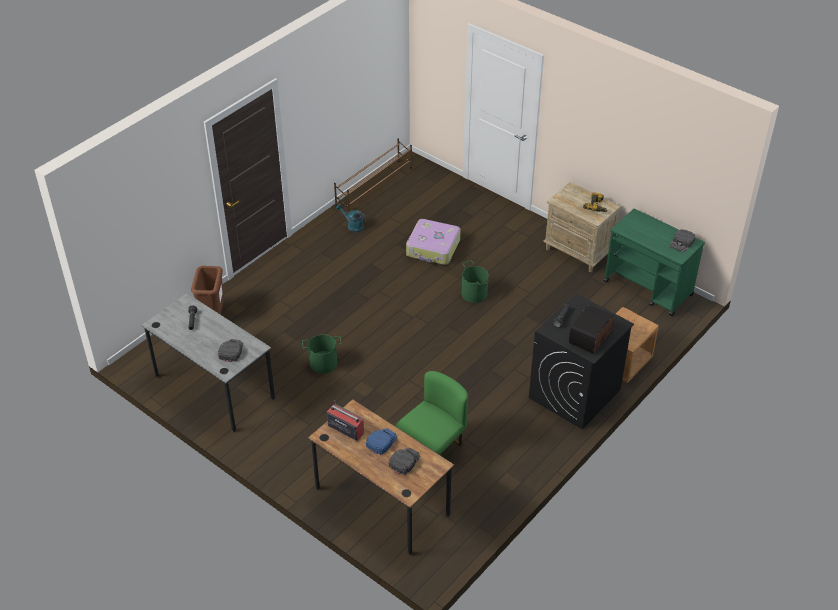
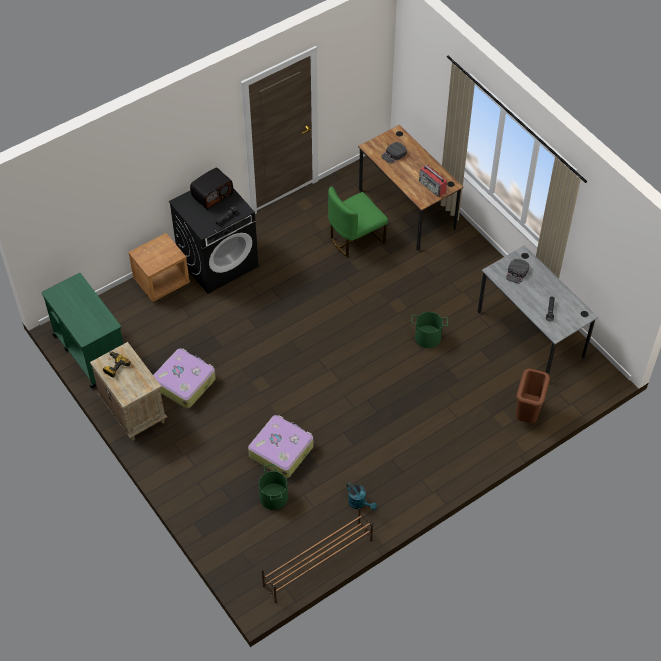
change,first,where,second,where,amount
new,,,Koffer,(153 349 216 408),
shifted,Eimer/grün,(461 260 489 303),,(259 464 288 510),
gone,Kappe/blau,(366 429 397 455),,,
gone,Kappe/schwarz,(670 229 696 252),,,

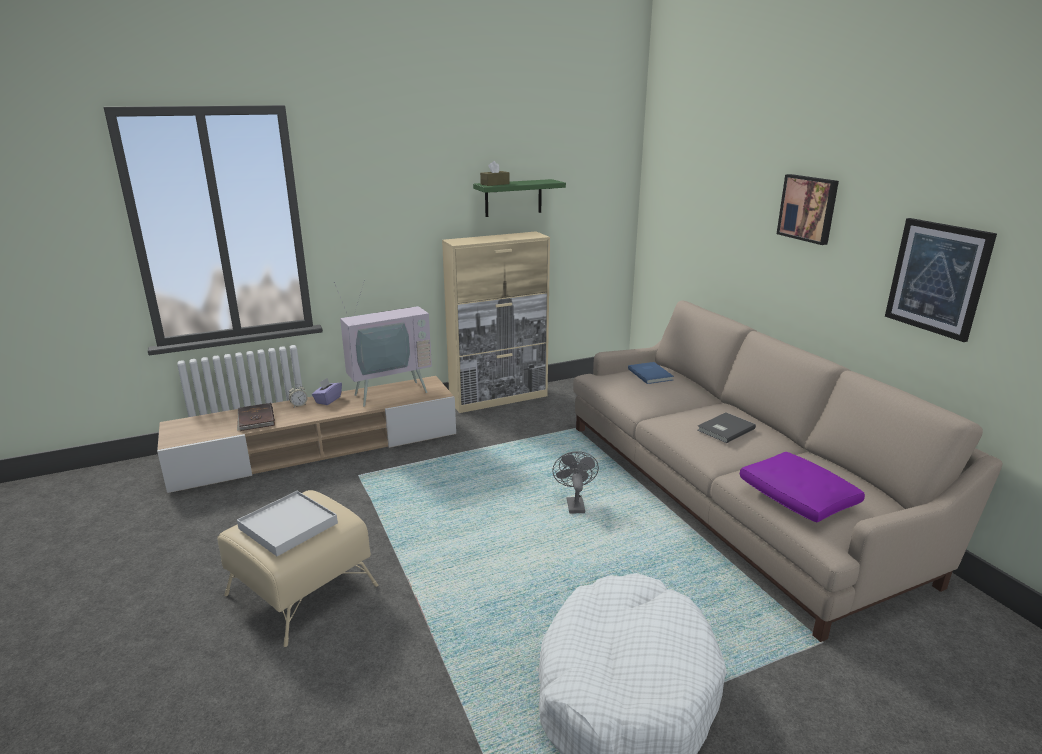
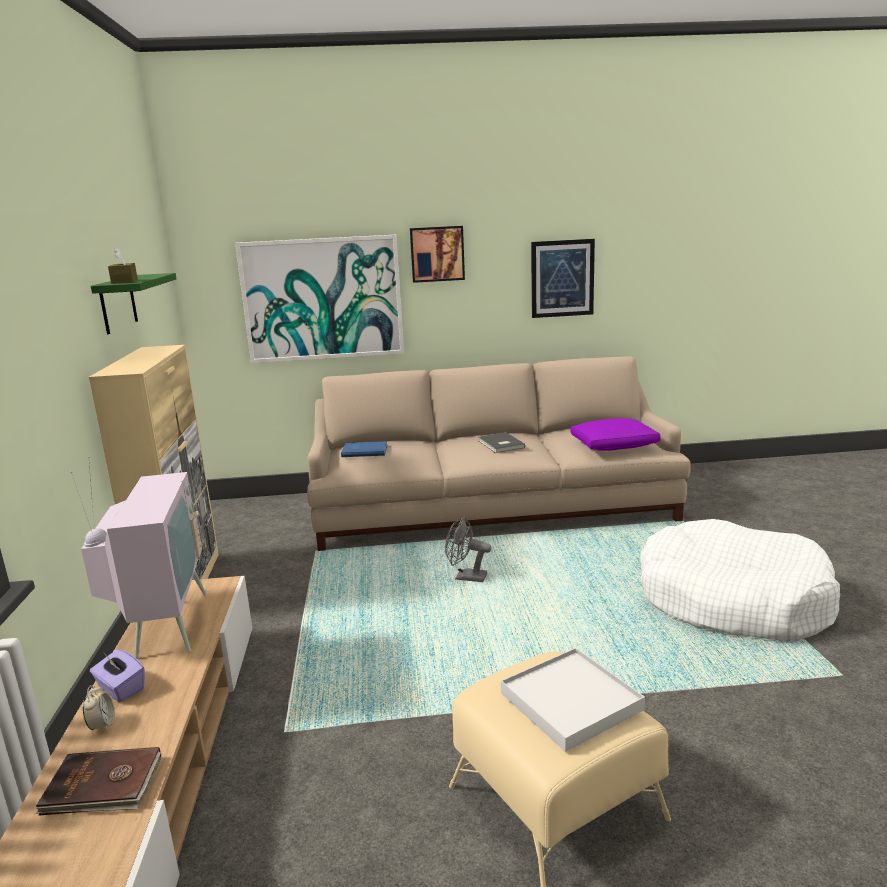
change,first,where,second,where,amount
new,,,Bild,(235 235 404 363),

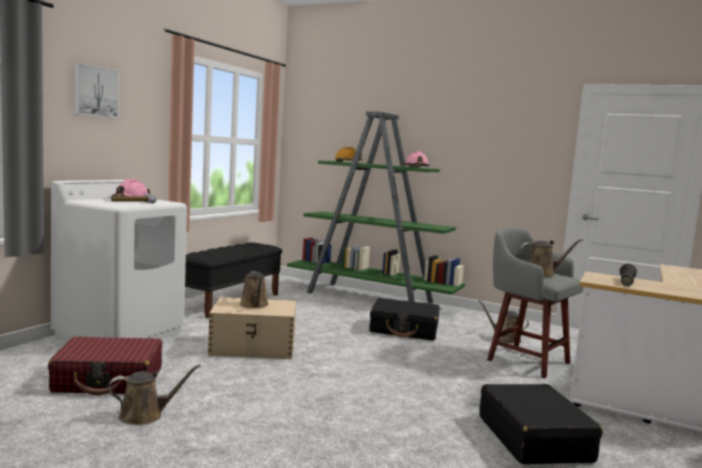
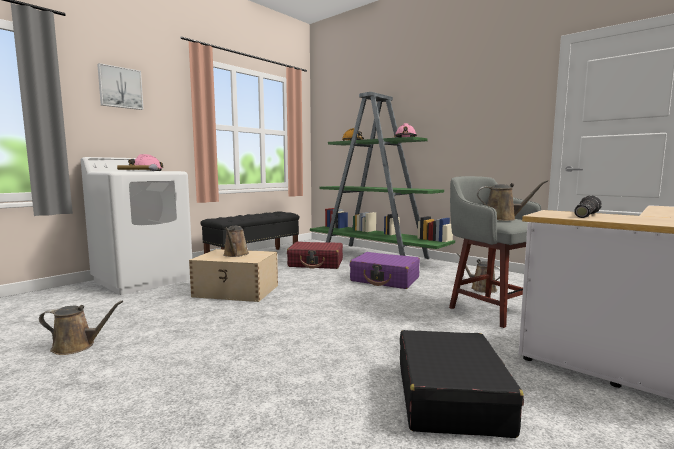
change,first,where,second,where,amount
shifted,Koffer/rot,(48 336 162 396),,(287 242 343 269),
repainted,Koffer/schwarz,(369 298 440 341),Koffer/lila,(350 252 420 289),

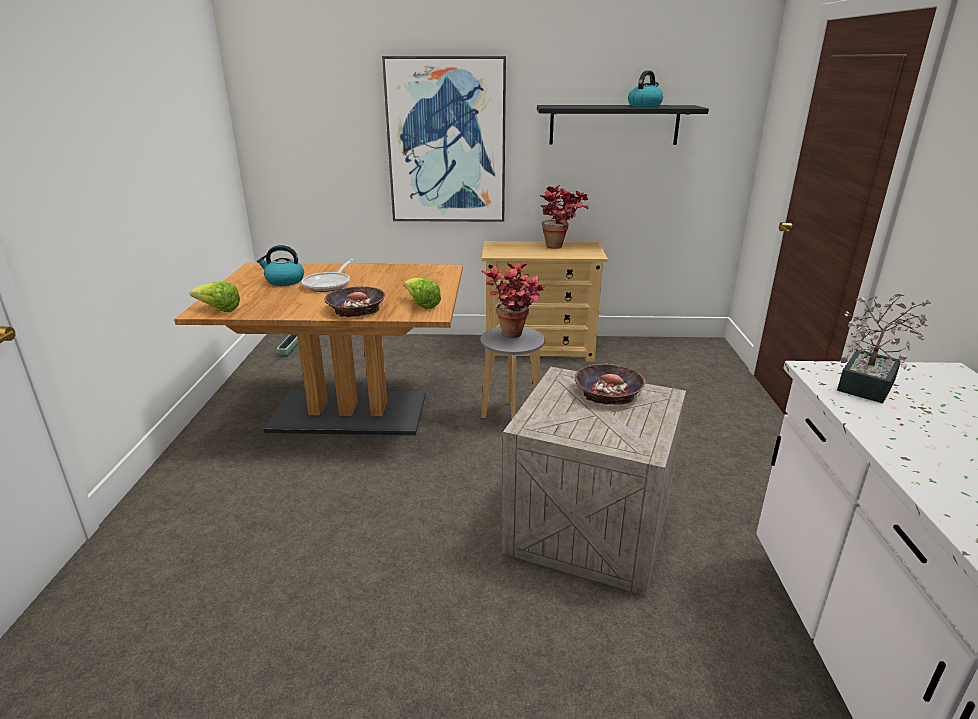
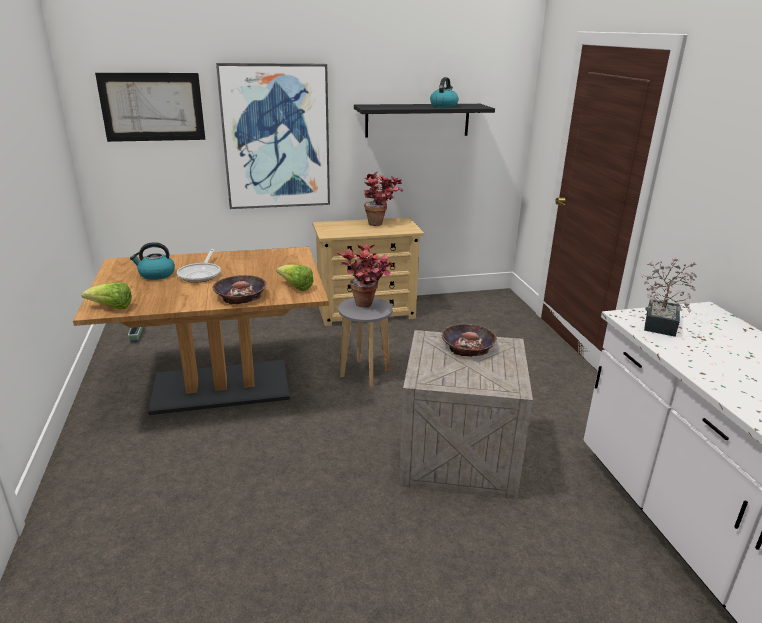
change,first,where,second,where,amount
new,,,Bild,(95 73 205 142),

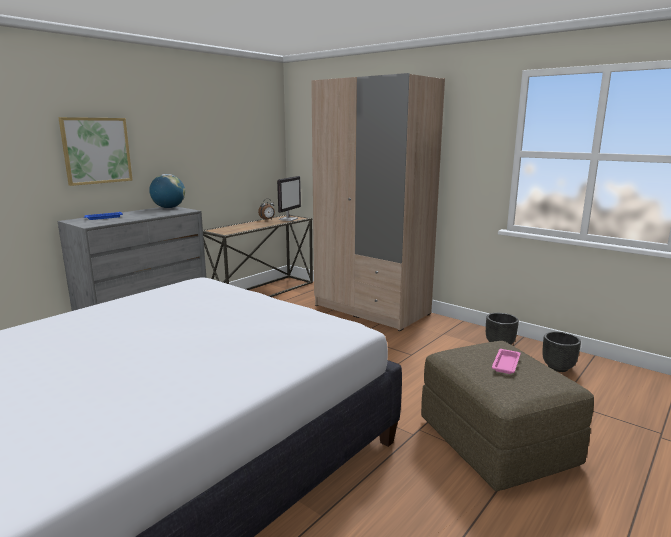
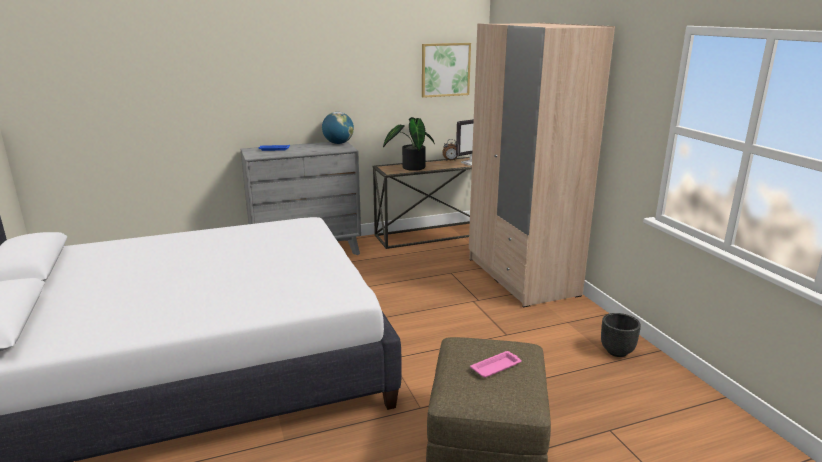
change,first,where,second,where,amount
new,,,Topfpflanze,(383 117 435 171),
shifted,Bild,(58 117 132 186),,(422 43 471 98),
gone,Pflanzkübel/schwarz,(542 332 581 372),,,

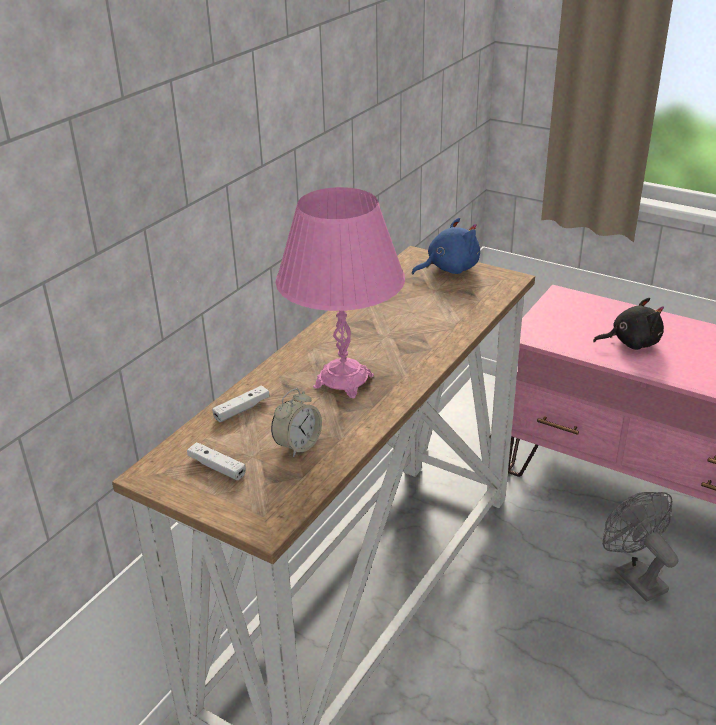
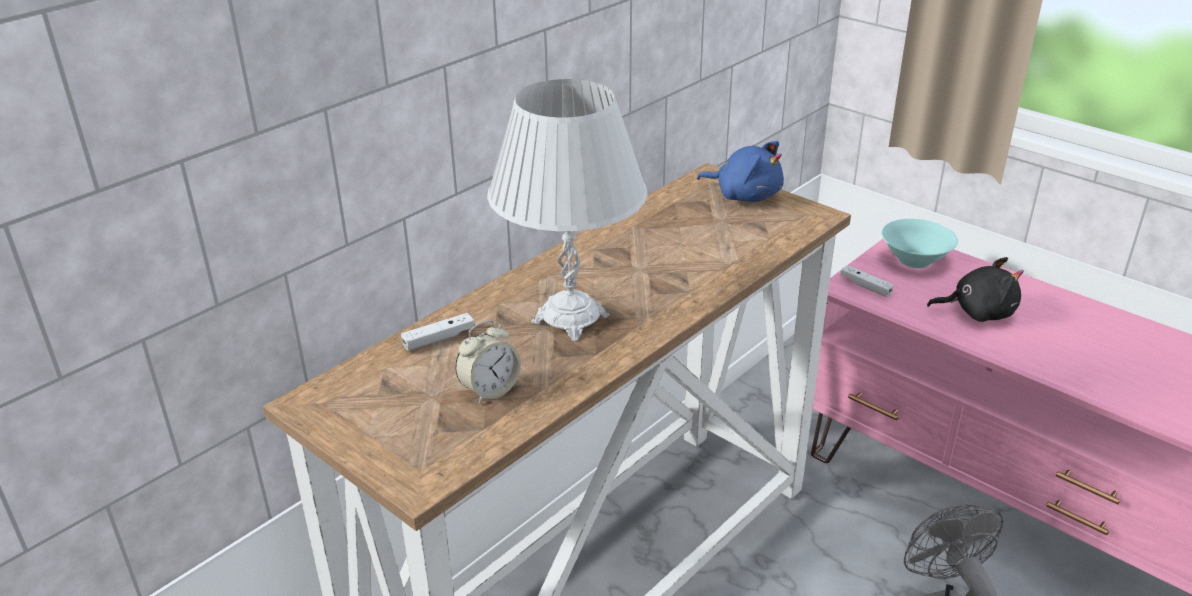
change,first,where,second,where,amount
repainted,Tischlampe/rosa,(275 187 405 399),Tischlampe/weiß,(487 79 648 341),
rotated,Plüschtier/blau,(412 218 480 275),,(697 141 784 202),45 degrees clockwise
shifted,Gamepad/weiß,(187 442 246 480),,(840 265 894 297),
new,,,Schüssel/türkis,(881 219 958 268),

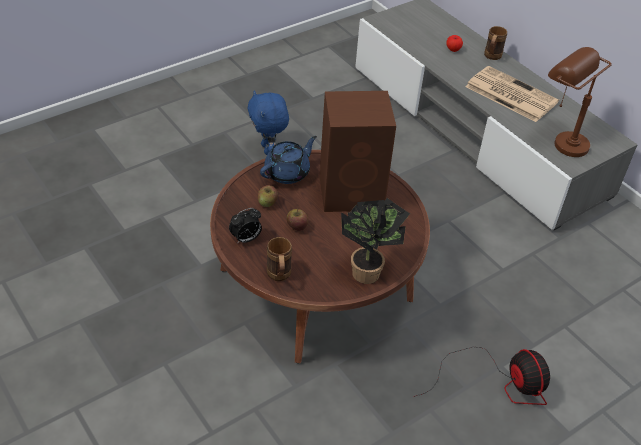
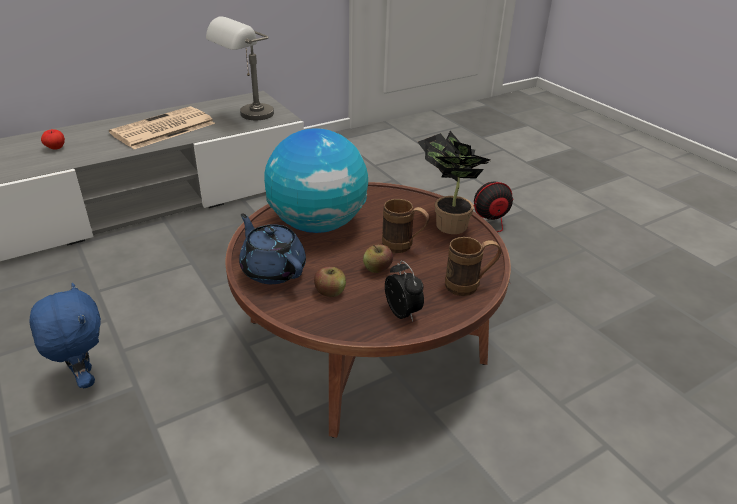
change,first,where,second,where,amount
rotated,Plüschtier/blau,(248 91 289 155),,(29 283 101 388),105 degrees counterclockwise
repainted,Tischlampe/braun,(548 47 612 157),Tischlampe/grau,(206 16 274 120),
swapped,Lautsprecher/braun,(319 91 396 212),Globus,(264 128 368 233),
shifted,Henkelbecher/braun,(484 26 507 60),,(382 199 430 253),

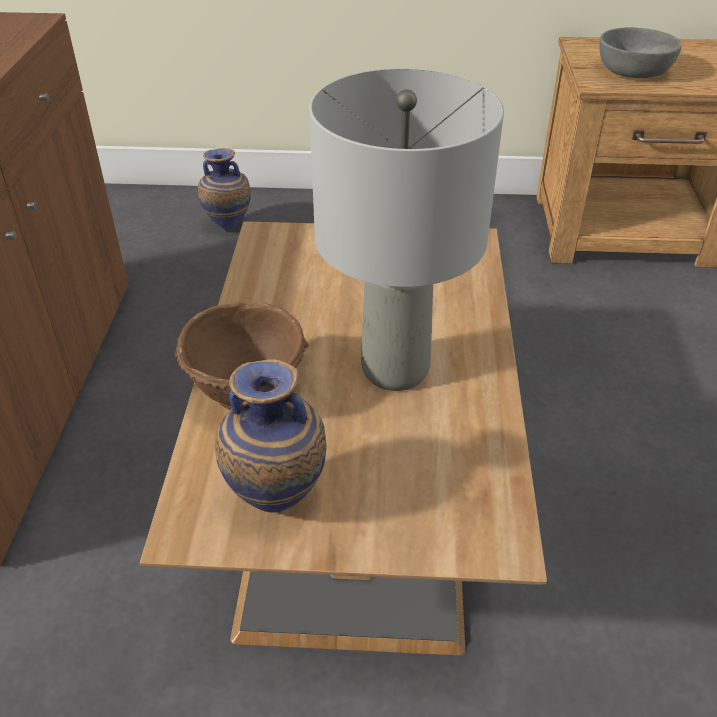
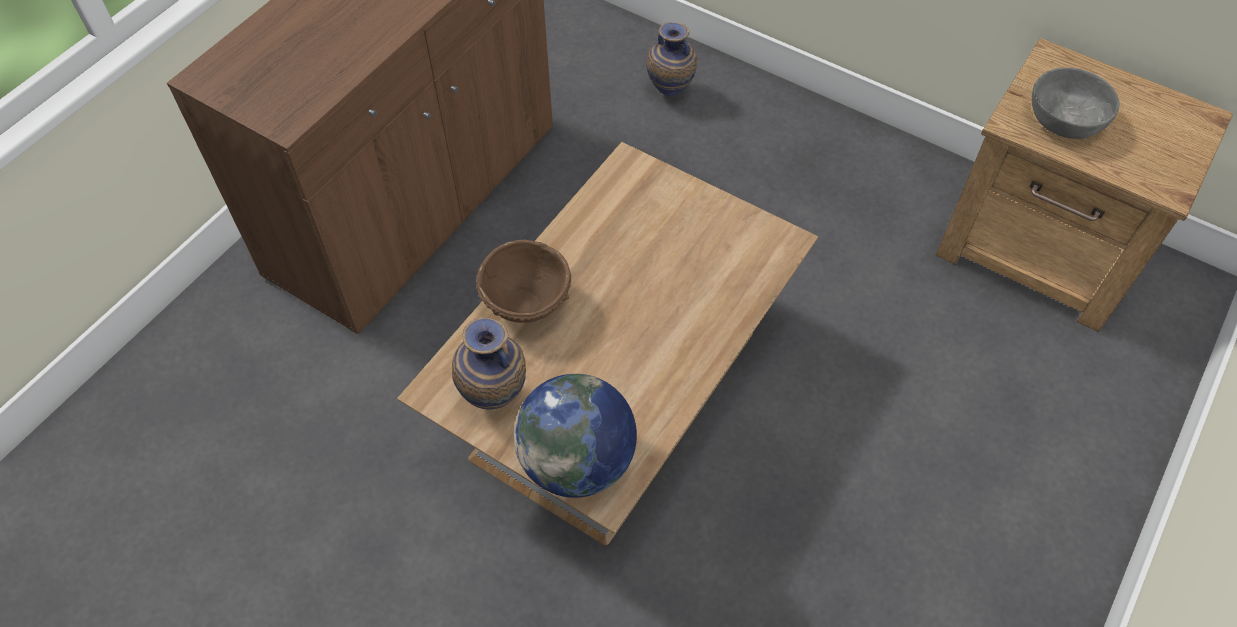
change,first,where,second,where,amount
new,,,Globus,(514 374 637 498),
gone,Tischlampe/grau,(309 68 504 391),,,

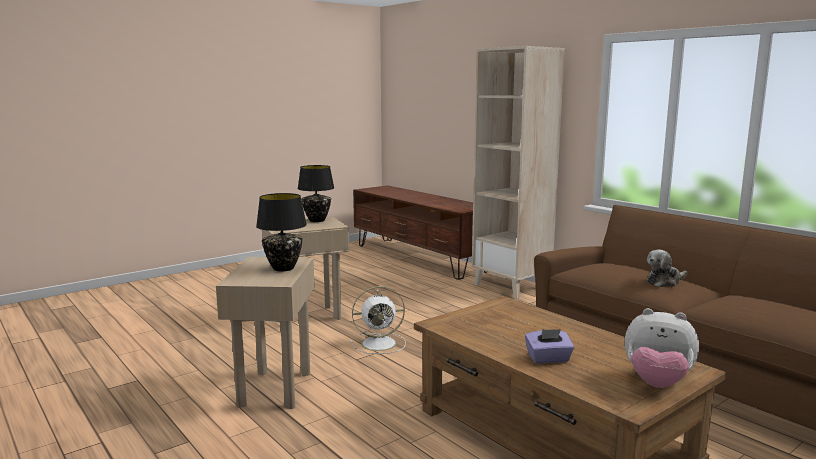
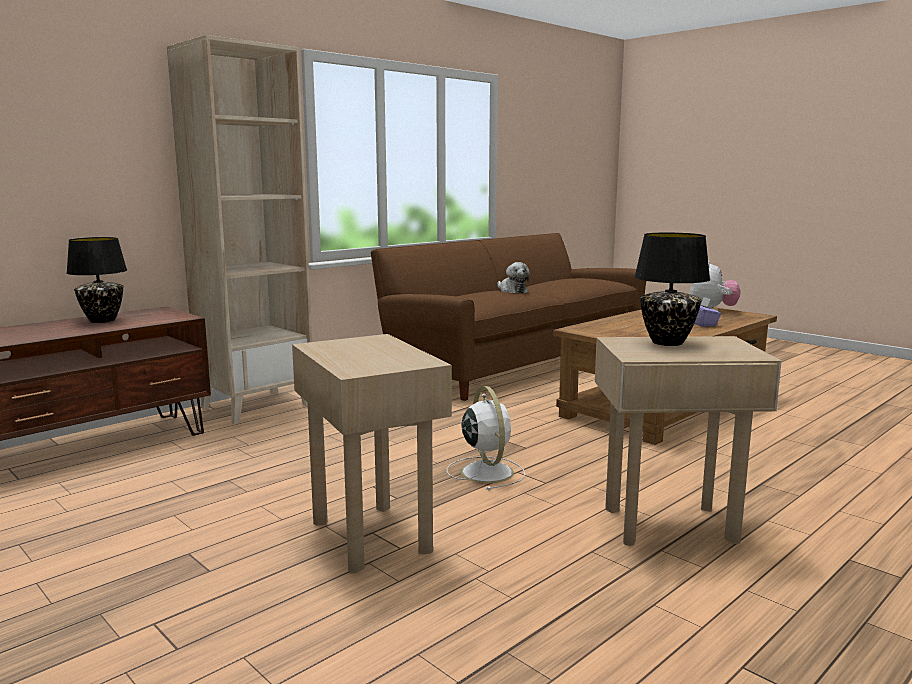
change,first,where,second,where,amount
shifted,Tischlampe/schwarz,(298 165 334 222),,(66 237 127 323),

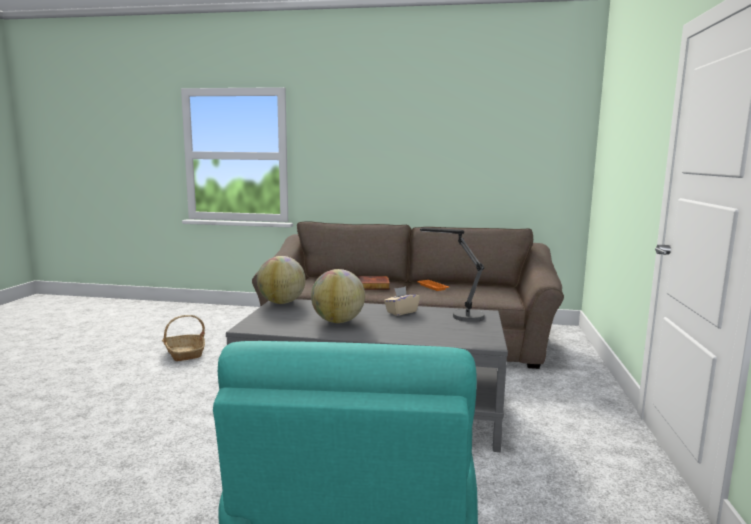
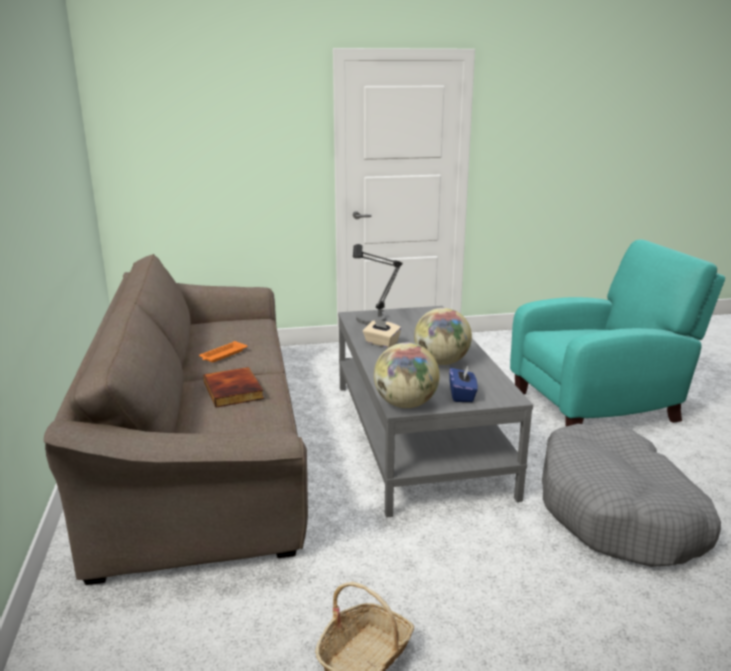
change,first,where,second,where,amount
new,,,Taschentuchbox/blau,(449 365 478 402),
new,,,Hundebett/grau,(542 422 721 567),

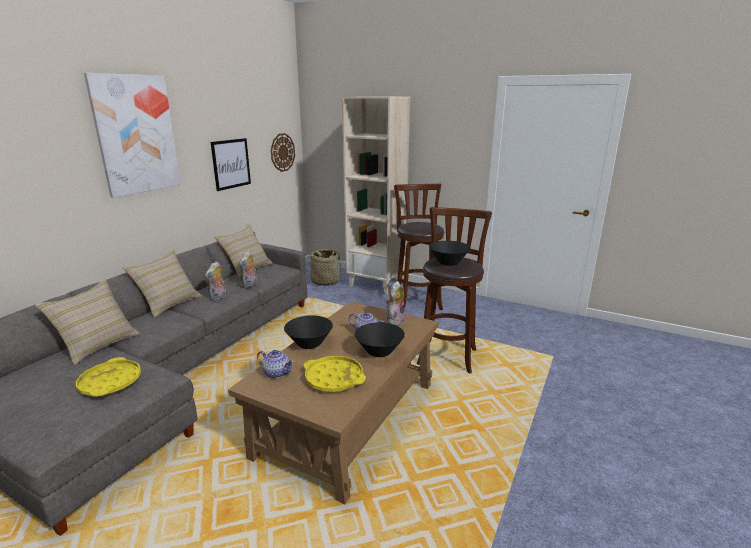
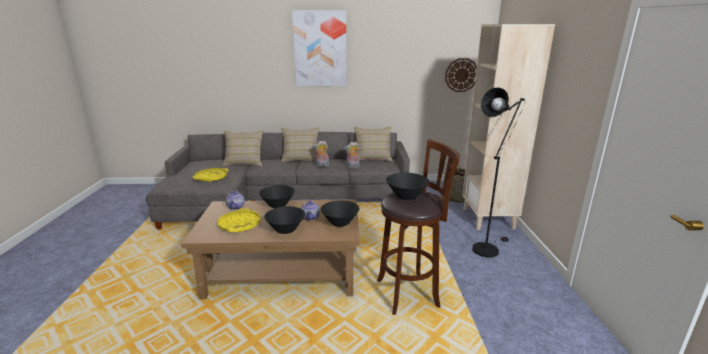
change,first,where,second,where,amount
swapped,Plüschtier,(386 281 405 326),Schüssel/schwarz,(321 200 359 227),
swapped,Hocker/braun,(394 183 444 310),Stehlampe/schwarz,(472 88 526 258),
gone,Bild,(211 138 251 191),,,

